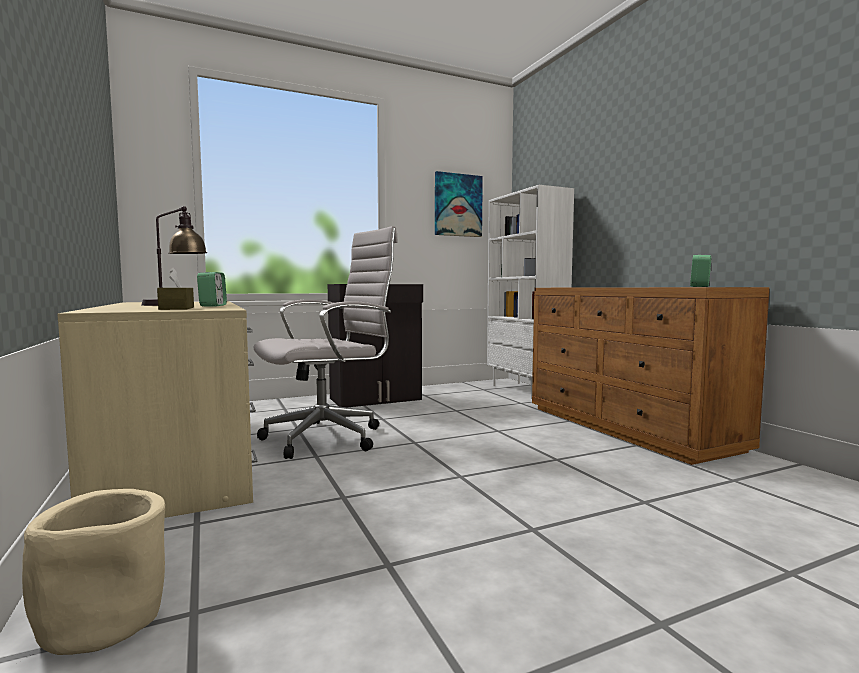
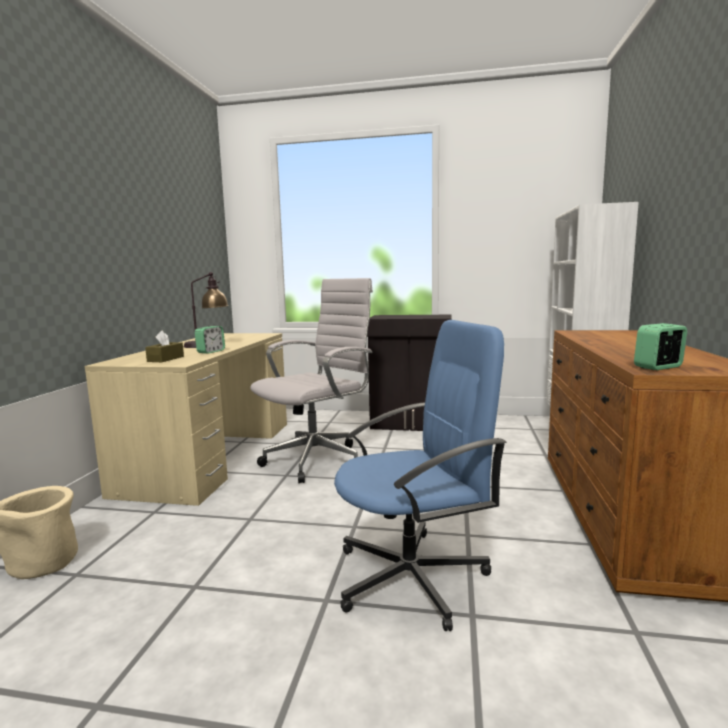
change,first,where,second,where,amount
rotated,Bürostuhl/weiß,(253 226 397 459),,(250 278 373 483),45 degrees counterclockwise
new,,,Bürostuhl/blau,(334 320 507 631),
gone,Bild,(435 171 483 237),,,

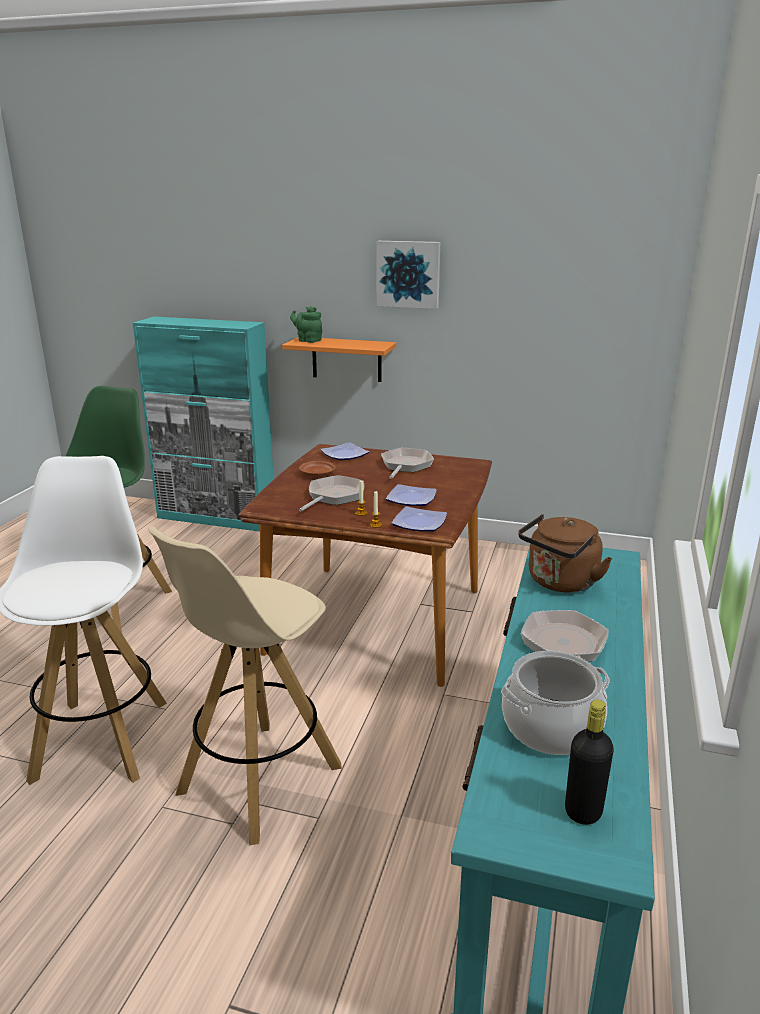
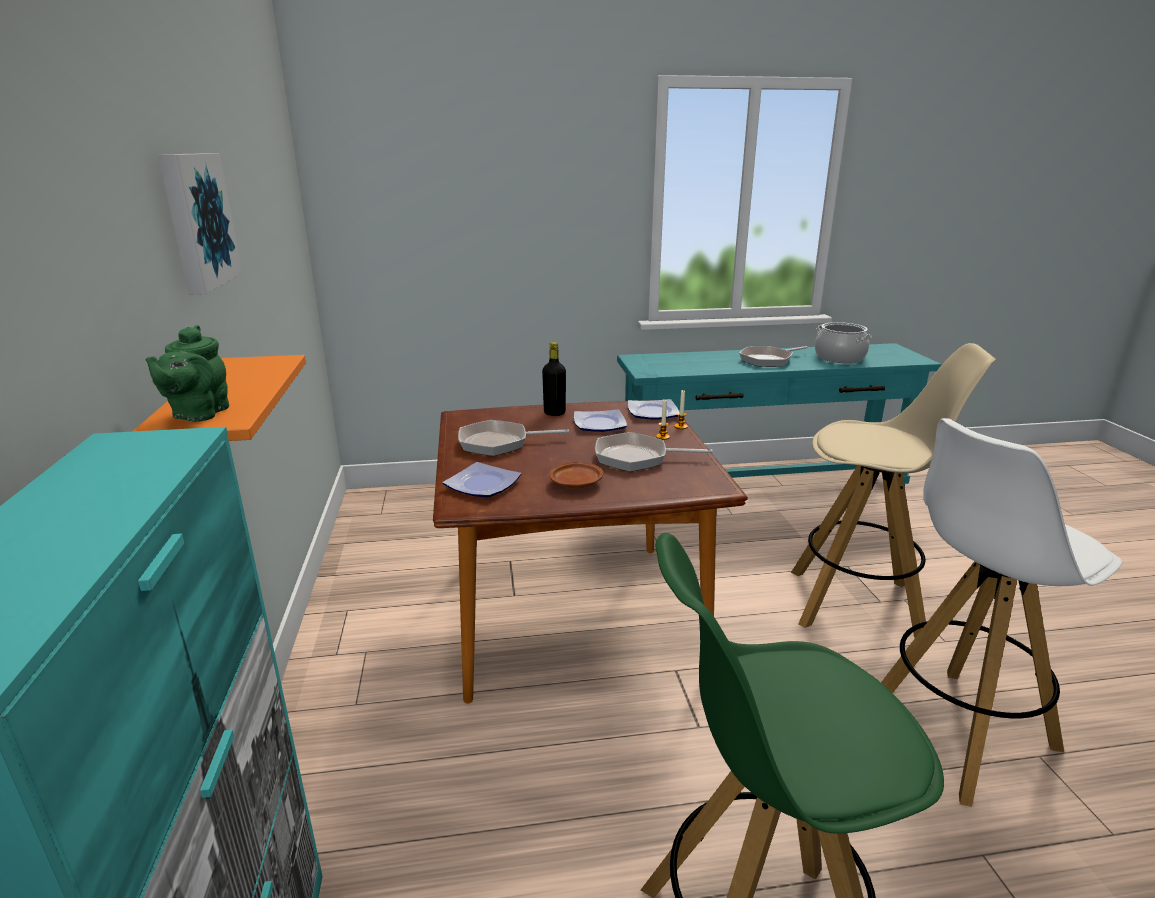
change,first,where,second,where,amount
shifted,Flasche/schwarz,(565 700 614 825),,(542 342 566 416),
gone,Wasserkessel/braun,(518 514 612 593),,,

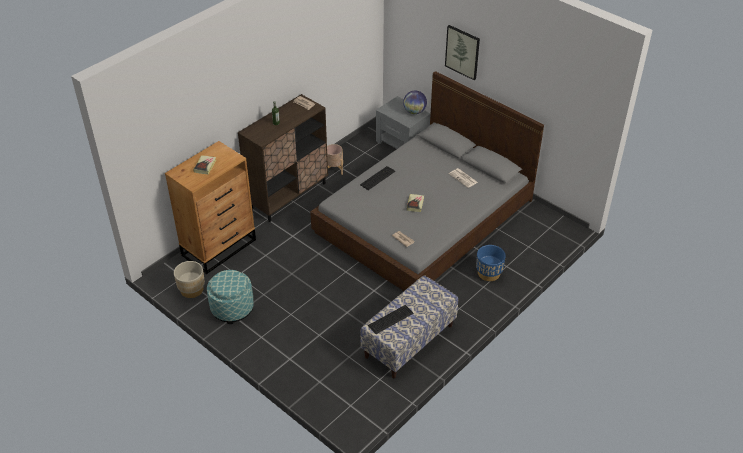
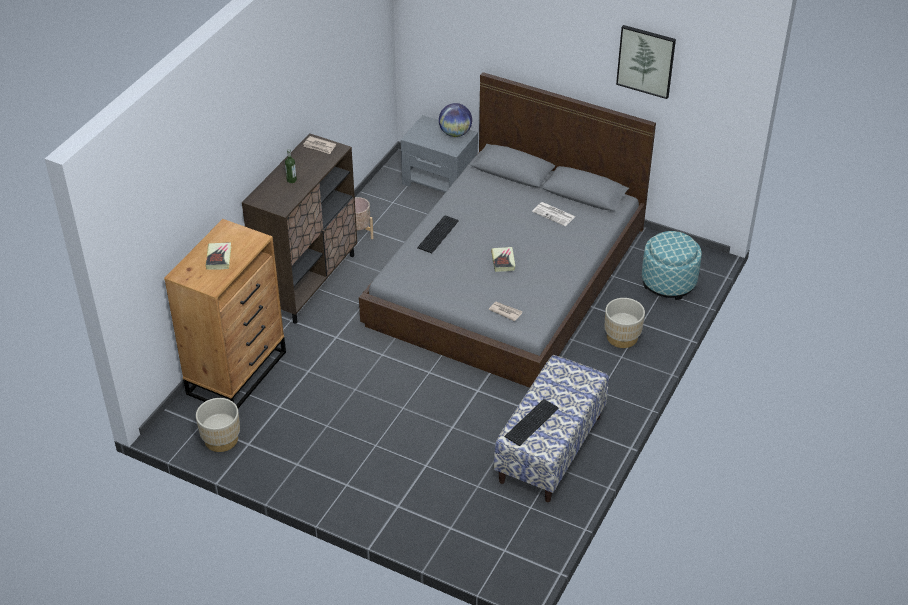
change,first,where,second,where,amount
repainted,Pflanzkübel/blau,(476 245 506 281),Pflanzkübel/beige,(605 298 645 348),
shifted,Bild,(445 25 480 80),,(616 25 676 99),
shifted,Polsterhocker,(207 270 254 324),,(642 231 702 300),

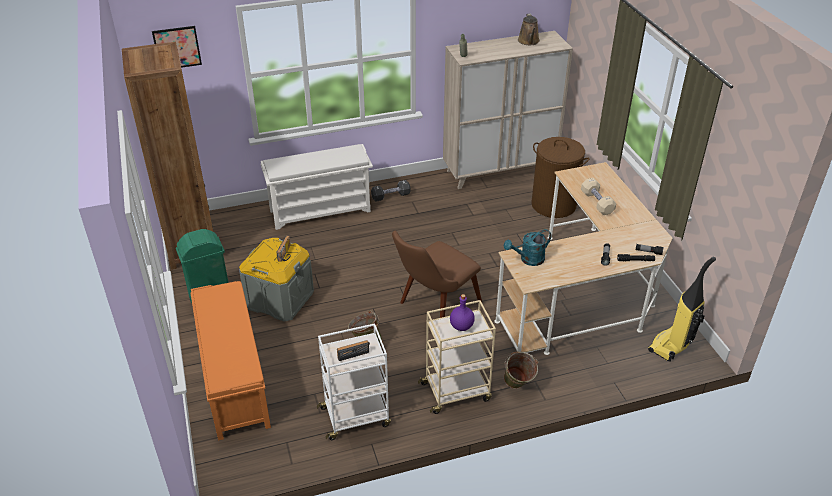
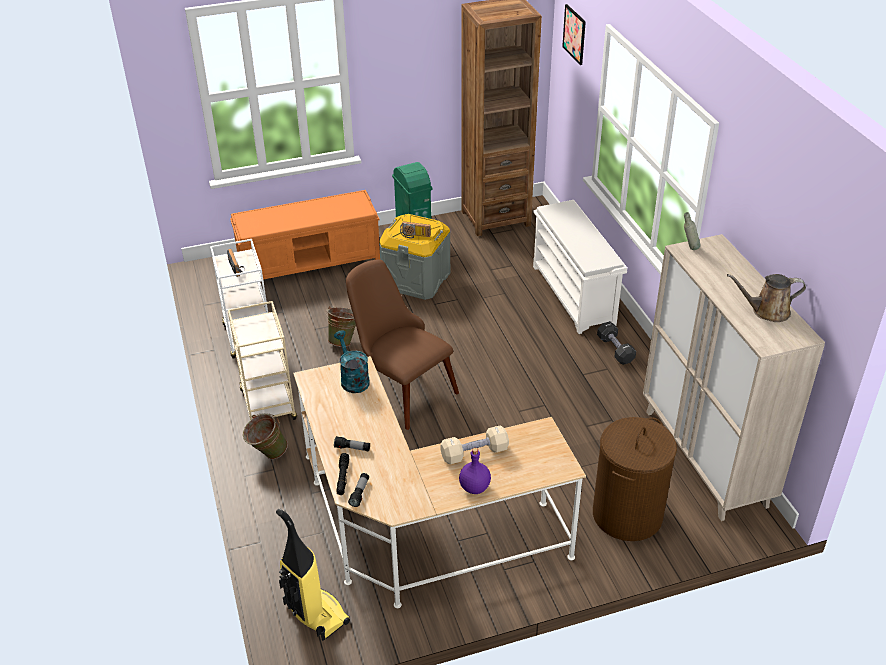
change,first,where,second,where,amount
shifted,Flasche/lila,(450 294 475 331),,(459 448 491 494),

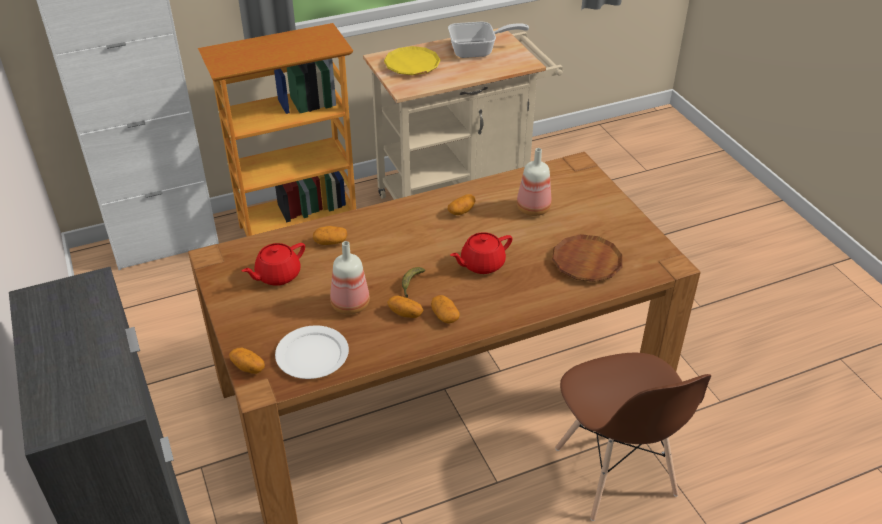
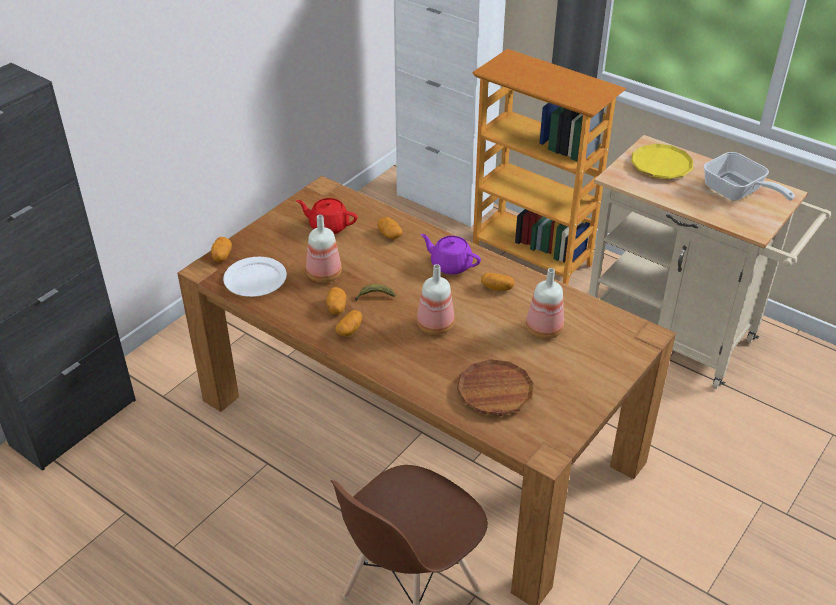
change,first,where,second,where,amount
swapped,Teekanne/rot,(450 232 512 274),Flasche,(417 264 455 335),
new,,,Teekanne/lila,(420 234 481 275),

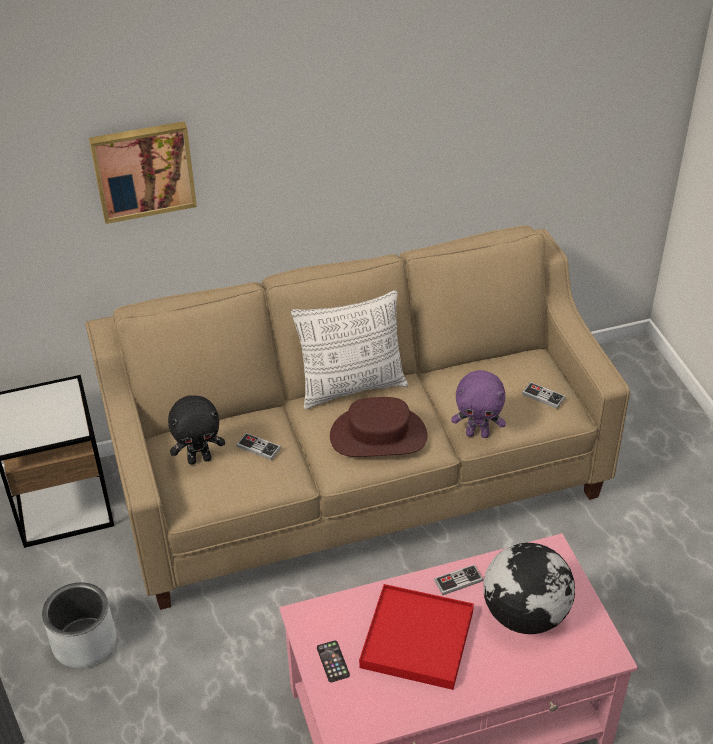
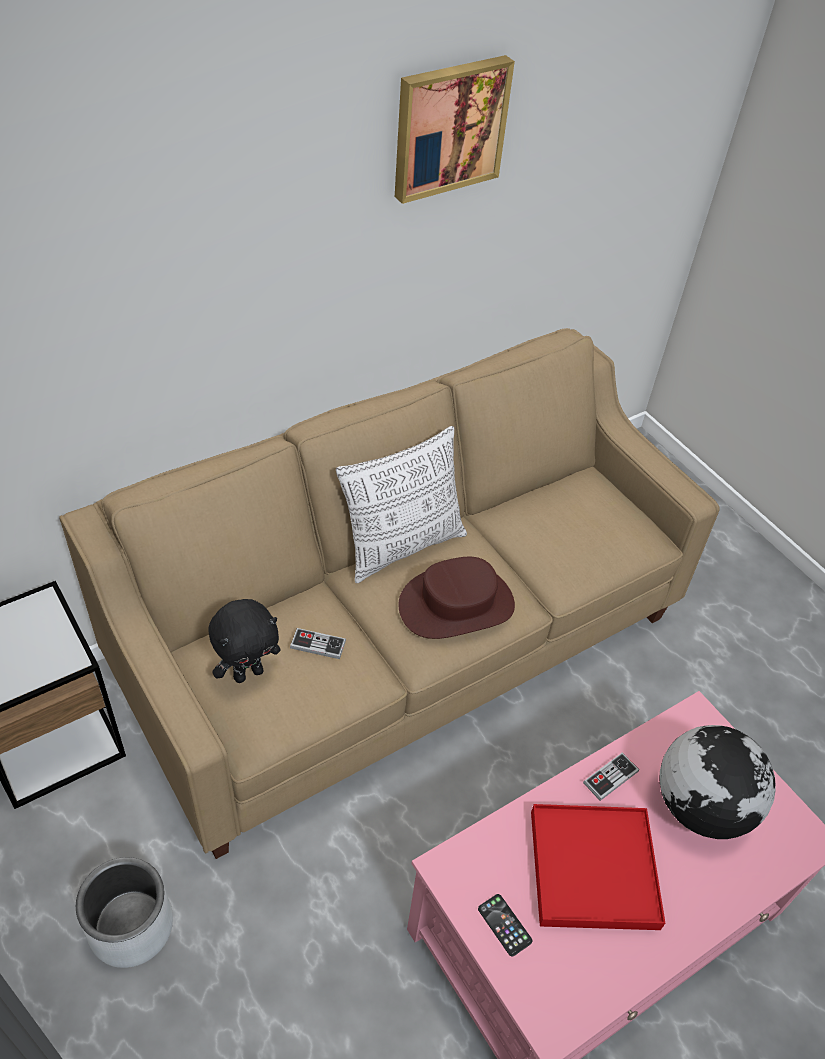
change,first,where,second,where,amount
shifted,Bild,(89 121 197 224),,(395 55 515 204),
gone,Plüschtier/lila,(451 370 506 438),,,
gone,Gamepad,(522 382 565 409),,,

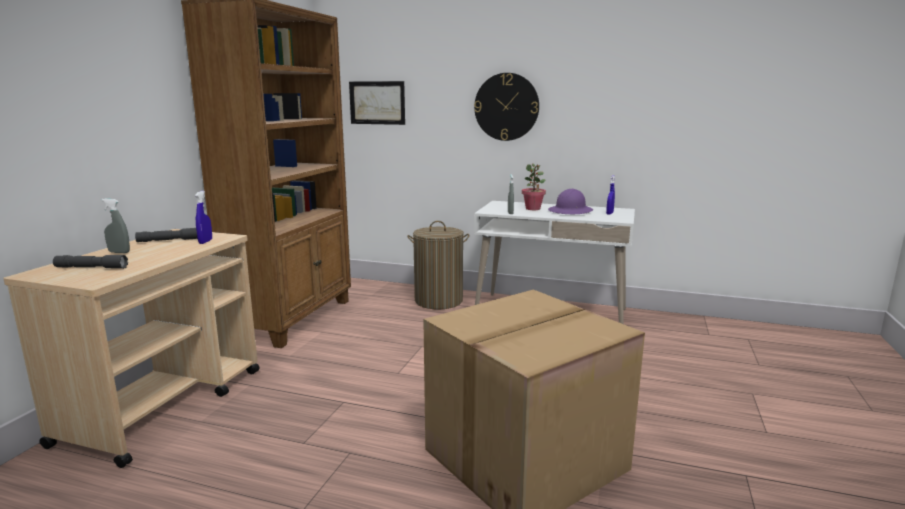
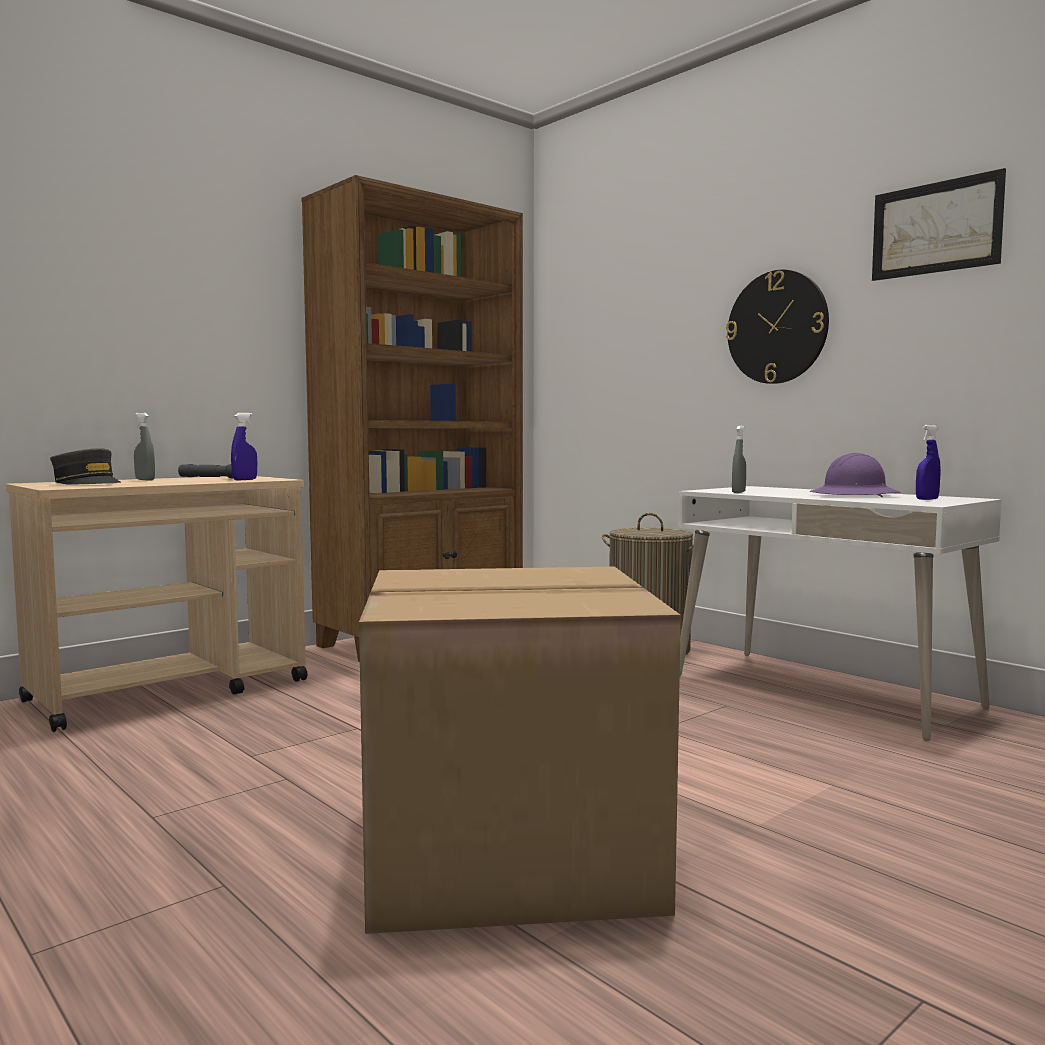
change,first,where,second,where,amount
swapped,Taschenlampe/grau,(53 255 128 269),Kappe/grau,(50 448 122 485),
shifted,Bild,(349 81 405 125),,(872 168 1006 281),
gone,Topfpflanze,(522 164 546 210),,,

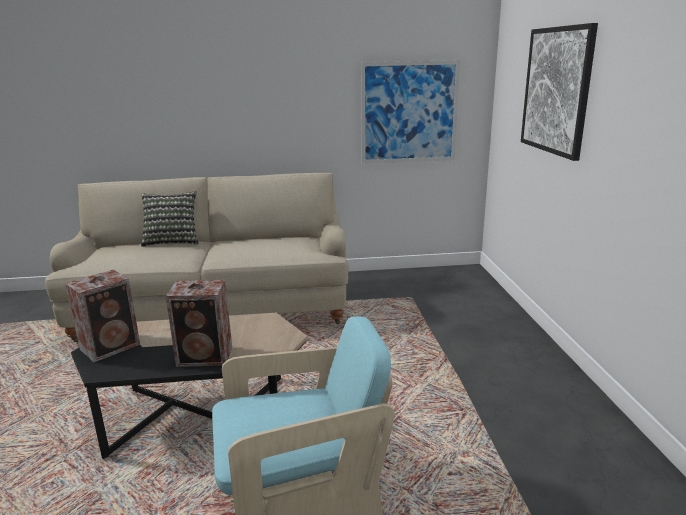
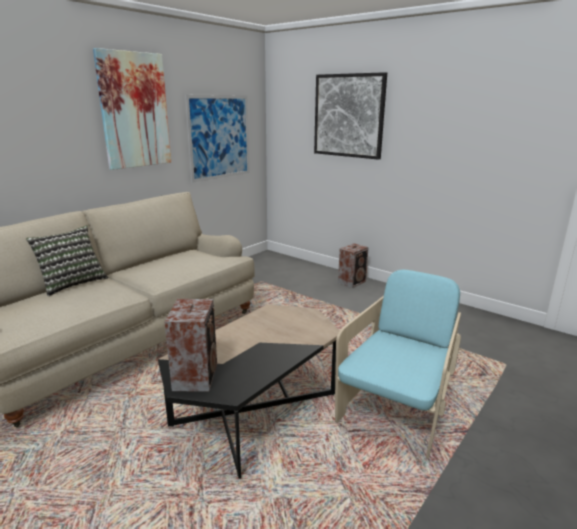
change,first,where,second,where,amount
new,,,Bild,(93 48 171 170),
shifted,Lautsprecher,(166 280 232 367),,(338 243 369 288),

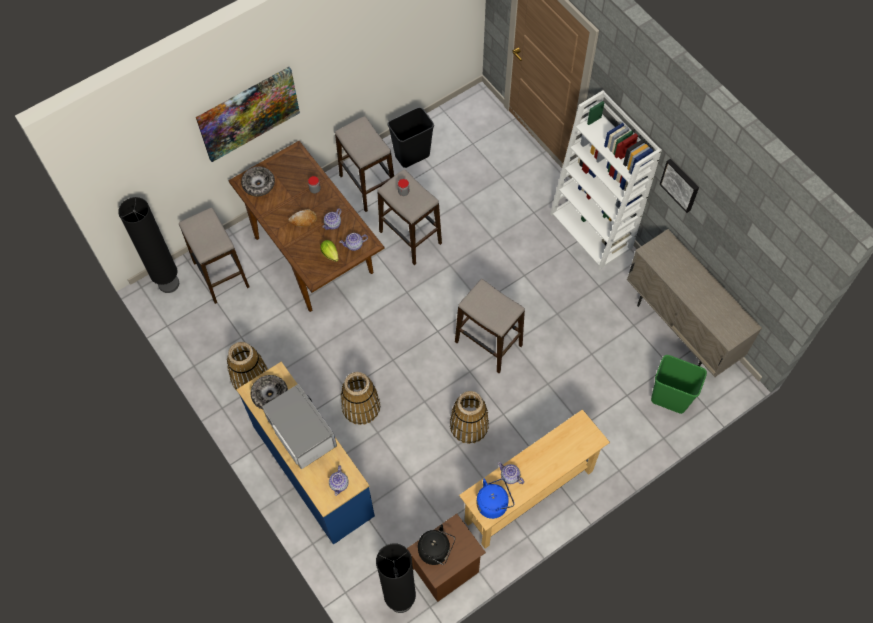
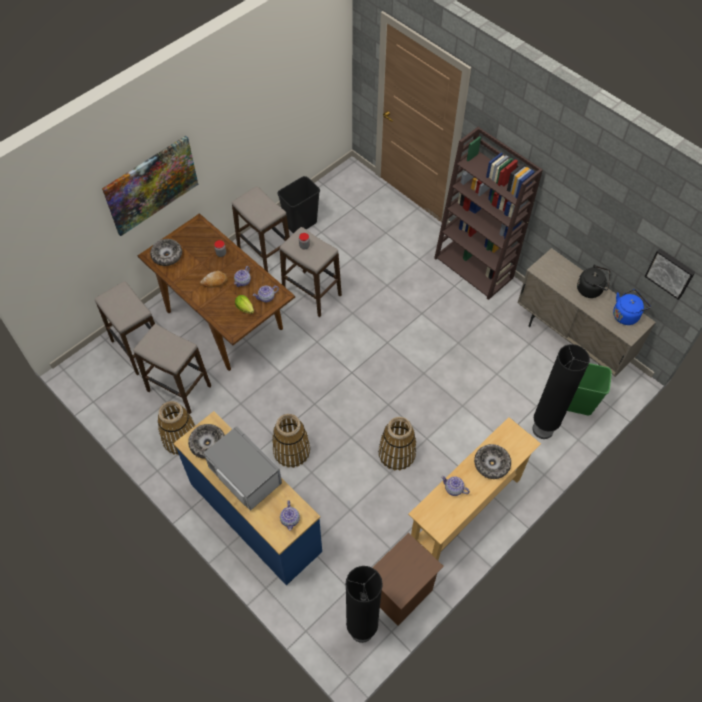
change,first,where,second,where,amount
shifted,Hocker,(455 279 525 373),,(133 324 211 414),
repainted,Bücherregal/weiß,(550 90 662 269),Bücherregal/braun,(434 127 543 300),
new,,,Schüssel,(474 444 511 479),
shifted,Stehlampe/schwarz,(118 197 179 293),,(533 344 590 439),
shifted,Wasserkessel/schwarz,(418 524 455 565),,(577 264 610 298),
shifted,Wasserkessel/blau,(476 478 514 519),,(613 289 651 325),
shifted,Bild,(660 159 699 213),,(645 249 695 300),

